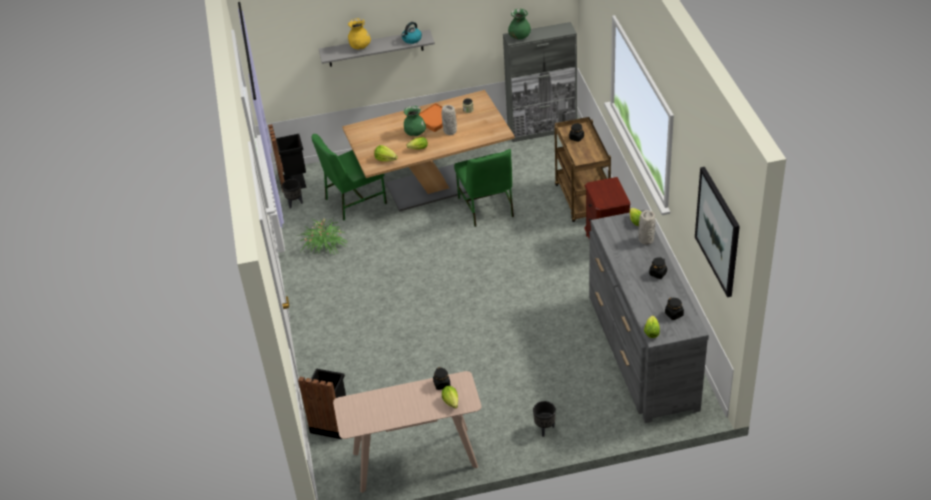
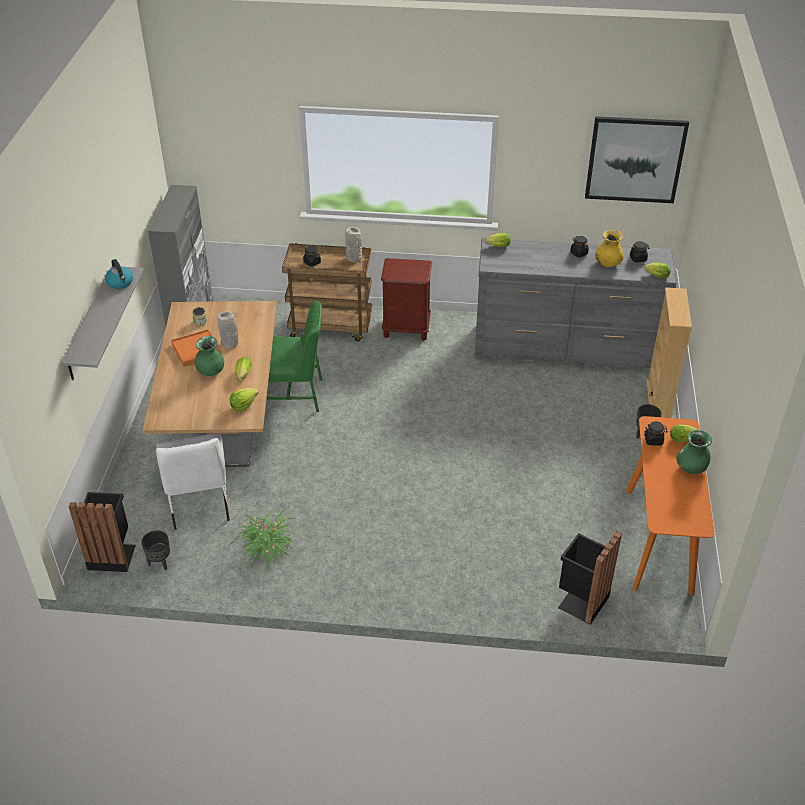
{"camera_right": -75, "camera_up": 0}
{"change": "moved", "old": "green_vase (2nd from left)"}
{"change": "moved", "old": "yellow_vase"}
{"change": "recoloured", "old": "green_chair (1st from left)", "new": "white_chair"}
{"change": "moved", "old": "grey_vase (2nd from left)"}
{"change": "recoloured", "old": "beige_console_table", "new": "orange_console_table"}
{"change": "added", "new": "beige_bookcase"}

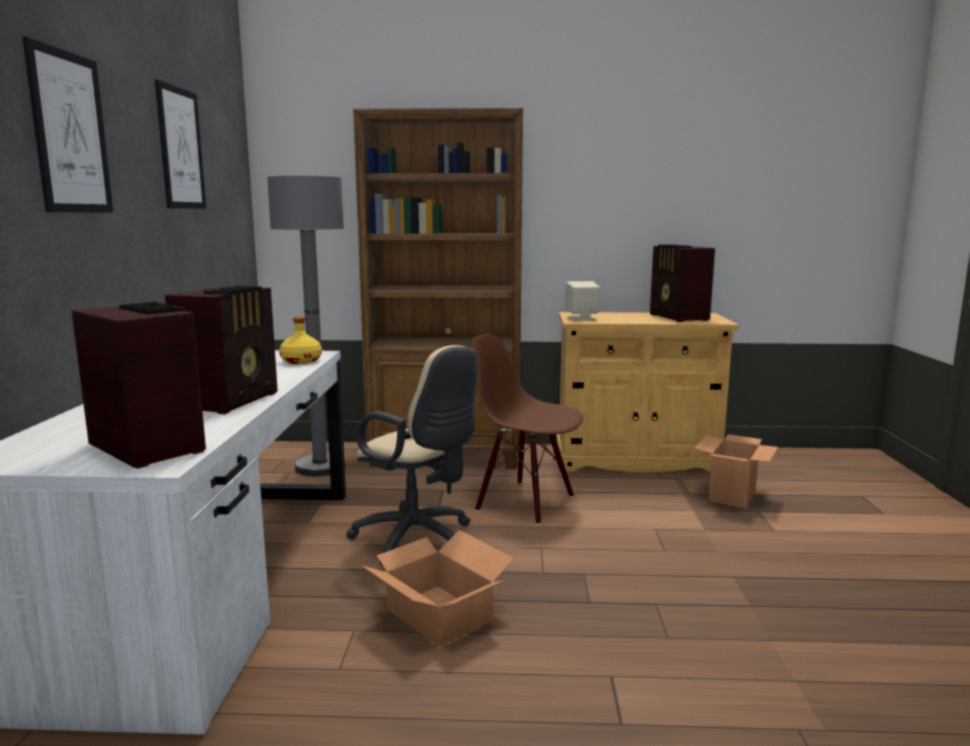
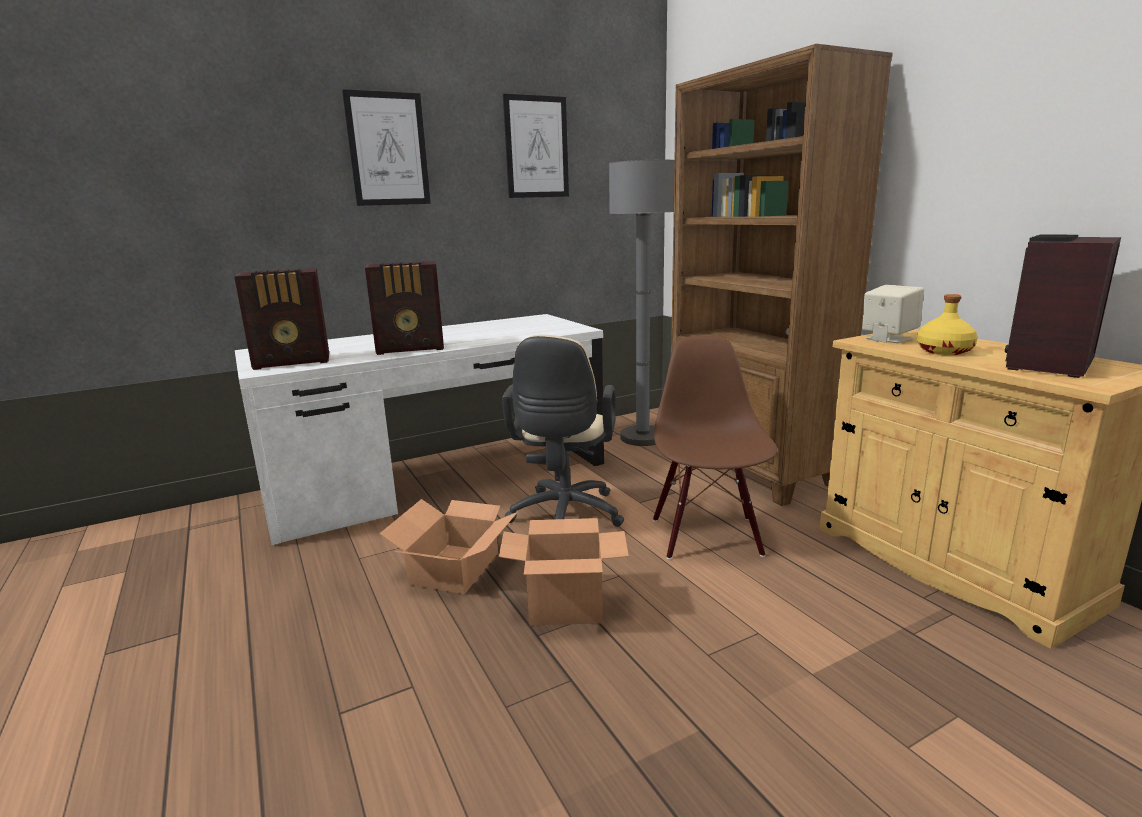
{"camera_right": 60, "camera_up": 5}
{"change": "turned", "old": "radio (1st from left)", "degrees": 60}
{"change": "moved", "old": "yellow_bottle"}
{"change": "moved", "old": "cardboard_box (2nd from left)"}

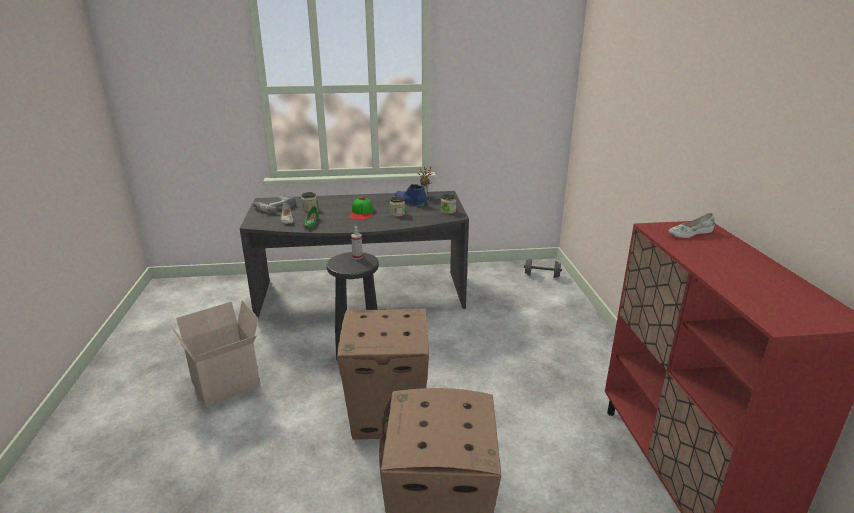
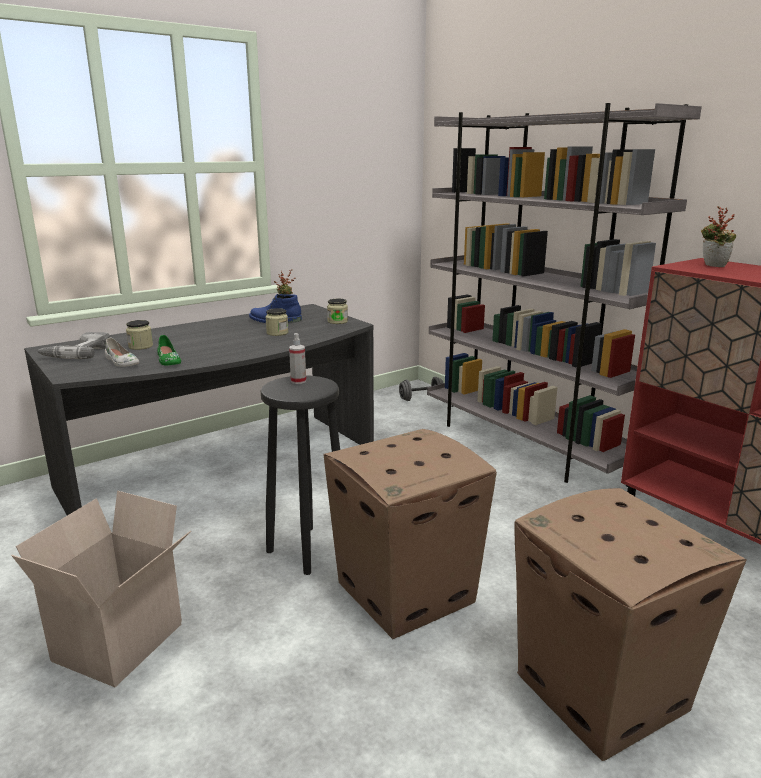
{"camera_right": -30, "camera_up": -5}
{"change": "removed", "old": "cap"}
{"change": "replaced", "old": "white_shoe (2nd from left)", "new": "potted_plant (2nd from left)"}
{"change": "added", "new": "grey_bookcase"}

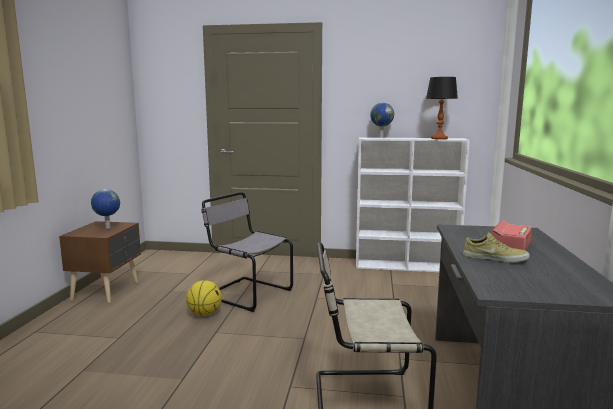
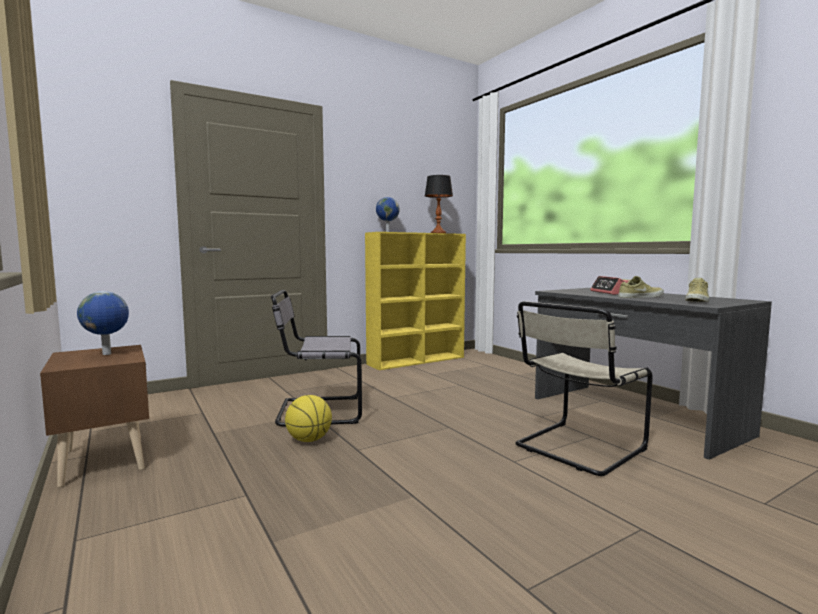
{"camera_right": -40, "camera_up": -5}
{"change": "recoloured", "old": "white_bookcase", "new": "yellow_bookcase"}
{"change": "added", "new": "beige_shoe (2nd from left)"}

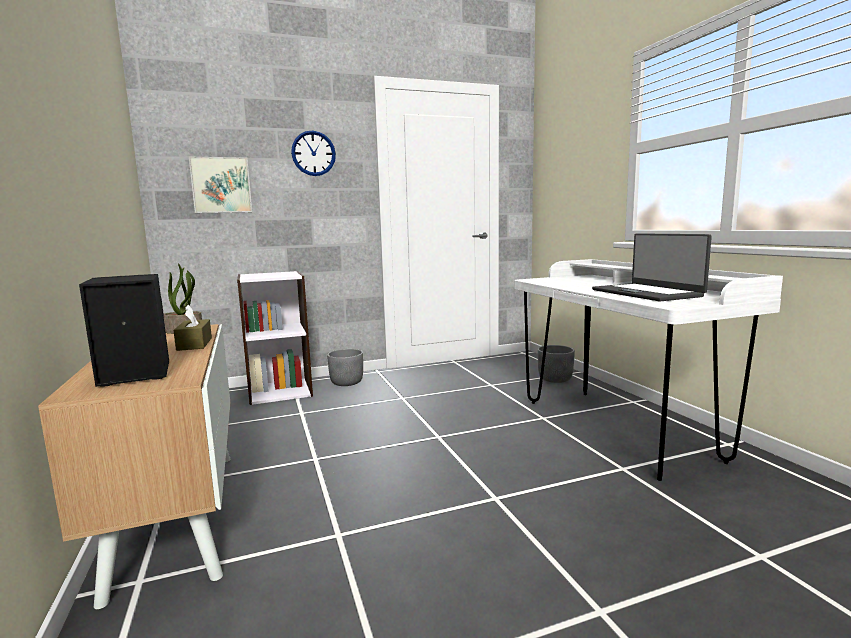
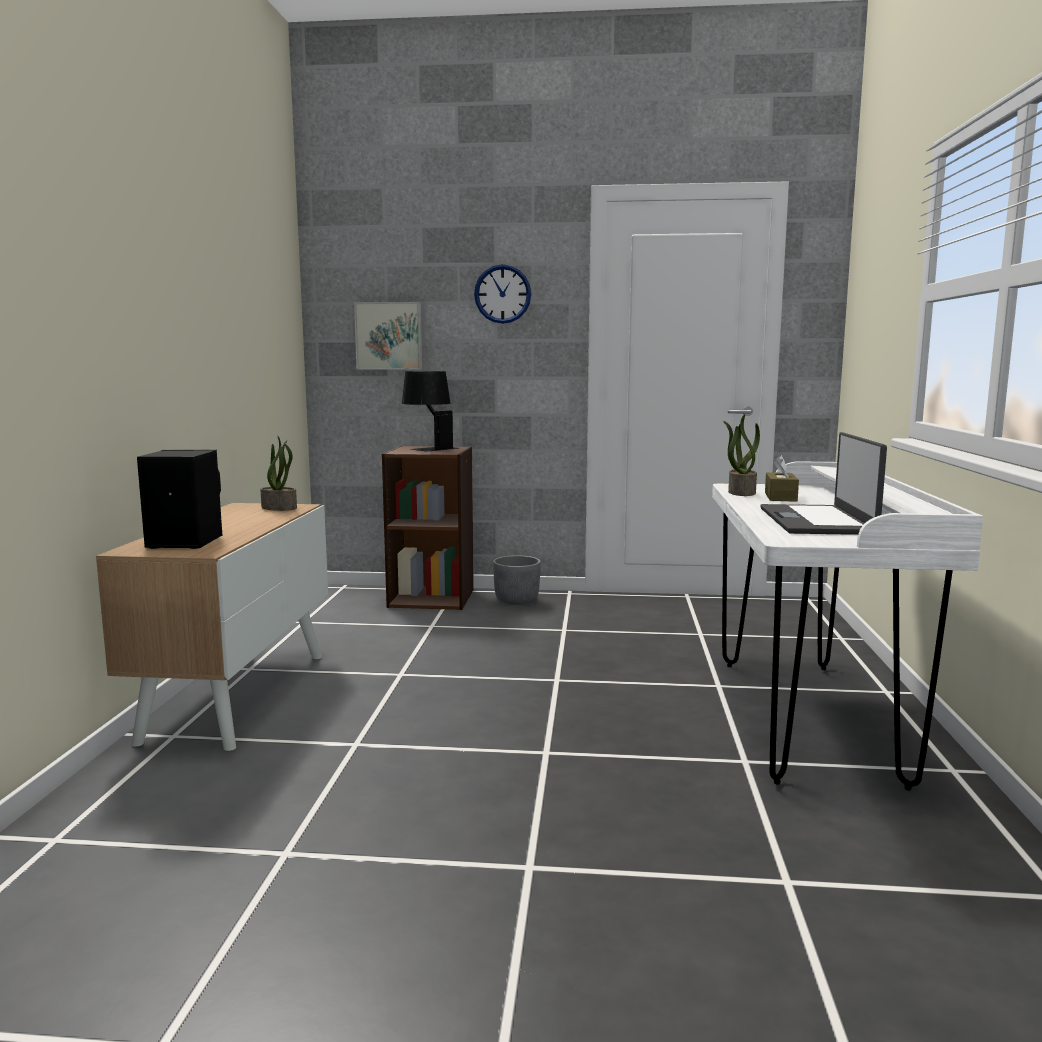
{"camera_right": 25, "camera_up": 0}
{"change": "recoloured", "old": "white_bookcase", "new": "brown_bookcase"}
{"change": "moved", "old": "brown_tissue_box"}
{"change": "removed", "old": "grey_planter (2nd from left)"}
{"change": "added", "new": "black_table_lamp"}
{"change": "added", "new": "potted_plant (2nd from left)"}

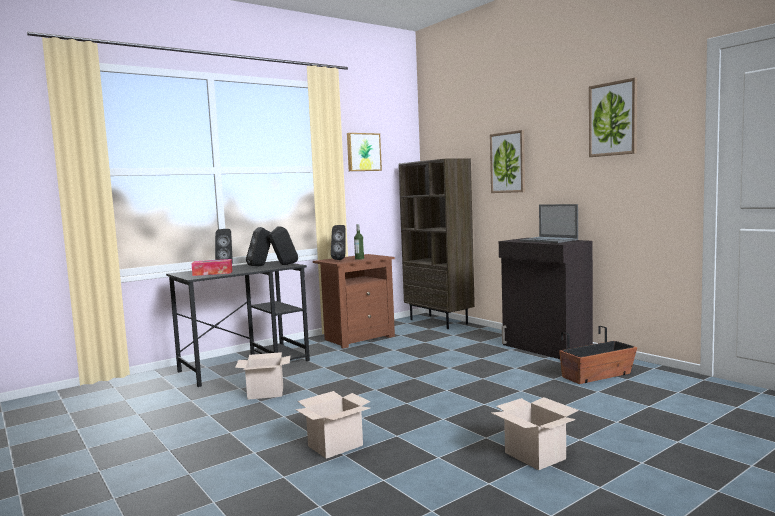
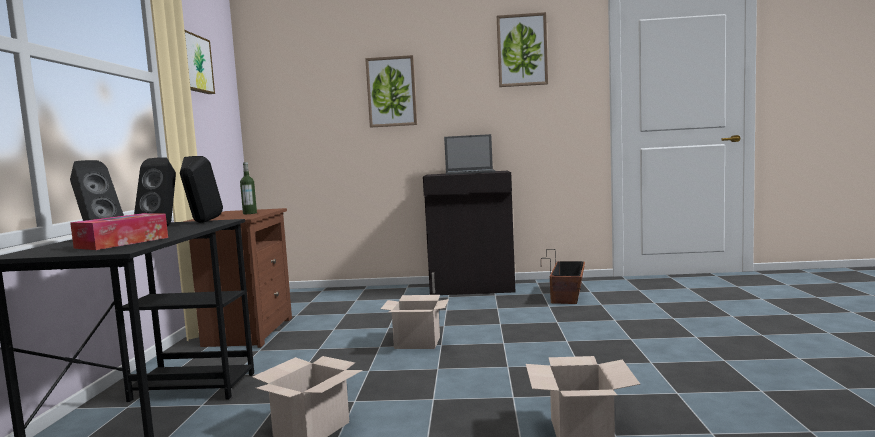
{"camera_right": -50, "camera_up": 0}
{"change": "removed", "old": "brown_bookcase"}
{"change": "removed", "old": "black_speaker (4th from left)"}
{"change": "moved", "old": "cardboard_box (3rd from left in the first image)", "new": "cardboard_box (2nd from left)"}

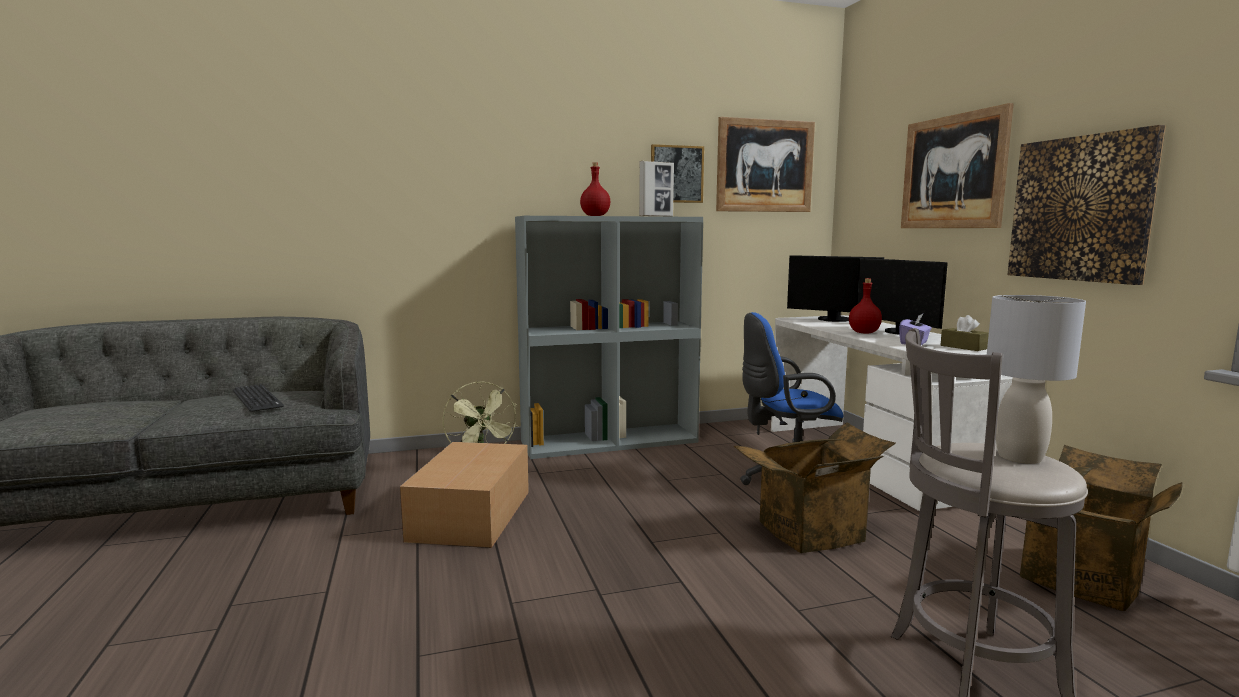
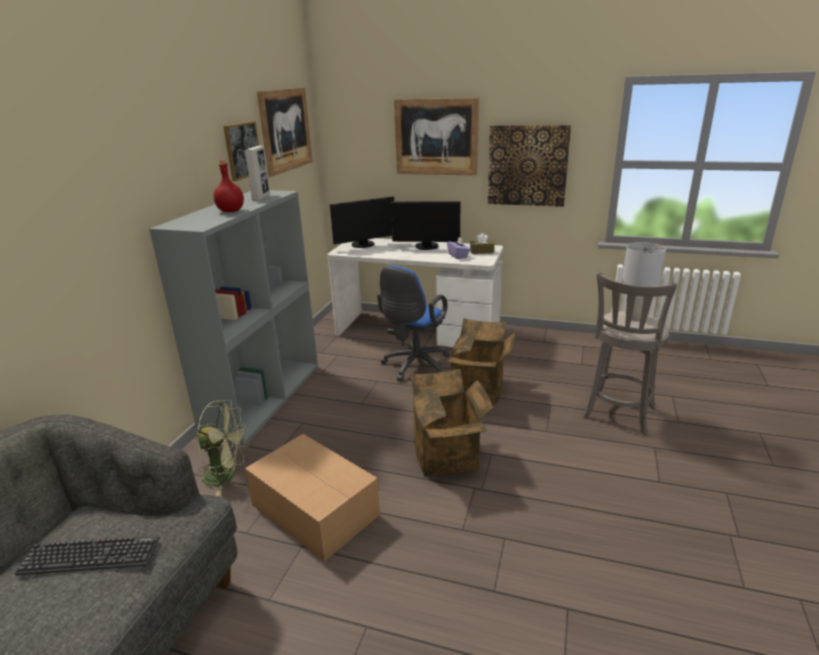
{"camera_right": -55, "camera_up": 15}
{"change": "removed", "old": "red_bottle (2nd from left)"}
{"change": "moved", "old": "cardboard_box (3rd from left in the first image)", "new": "cardboard_box (2nd from left)"}

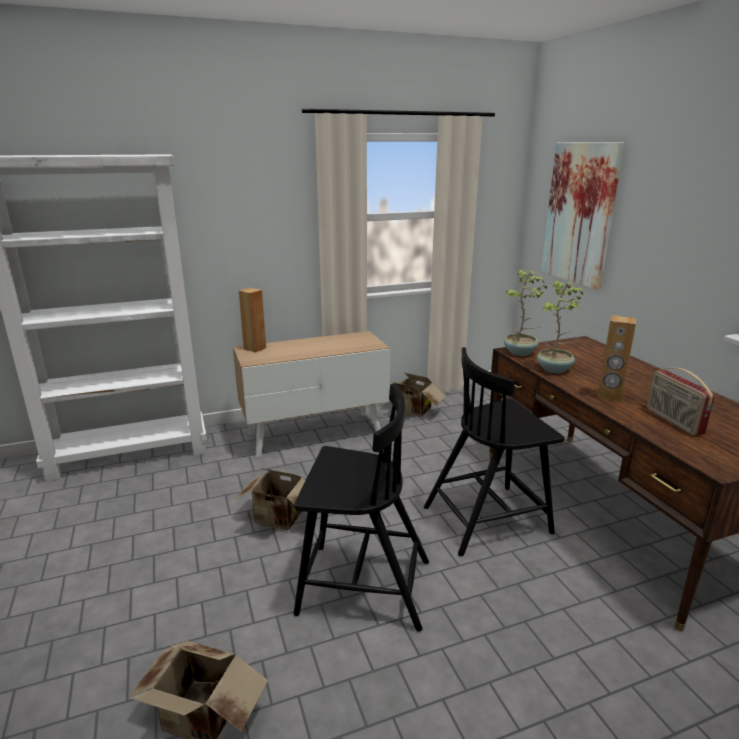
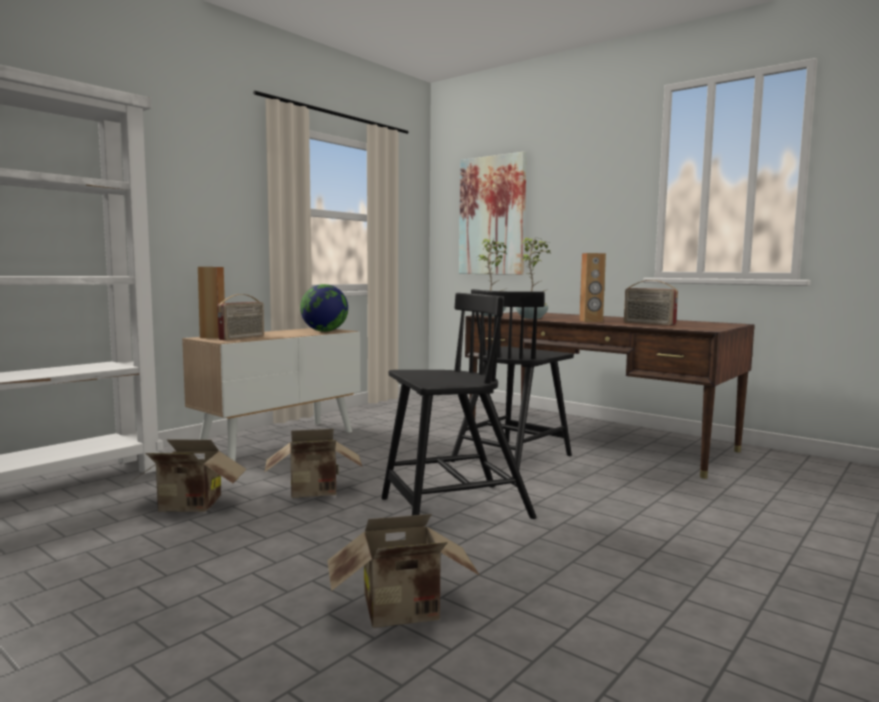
{"camera_right": -30, "camera_up": -15}
{"change": "moved", "old": "cardboard_box (3rd from left in the first image)", "new": "cardboard_box (1st from left)"}
{"change": "added", "new": "globe"}
{"change": "added", "new": "radio (1st from left)"}

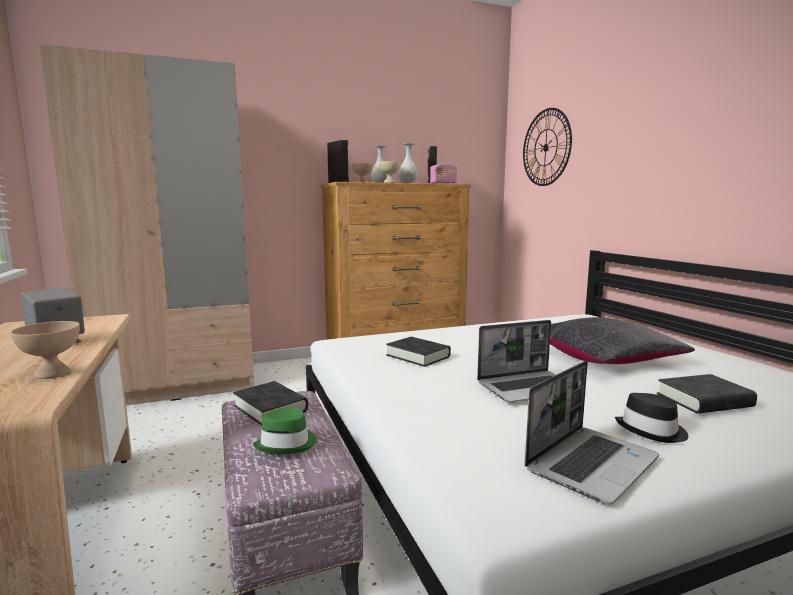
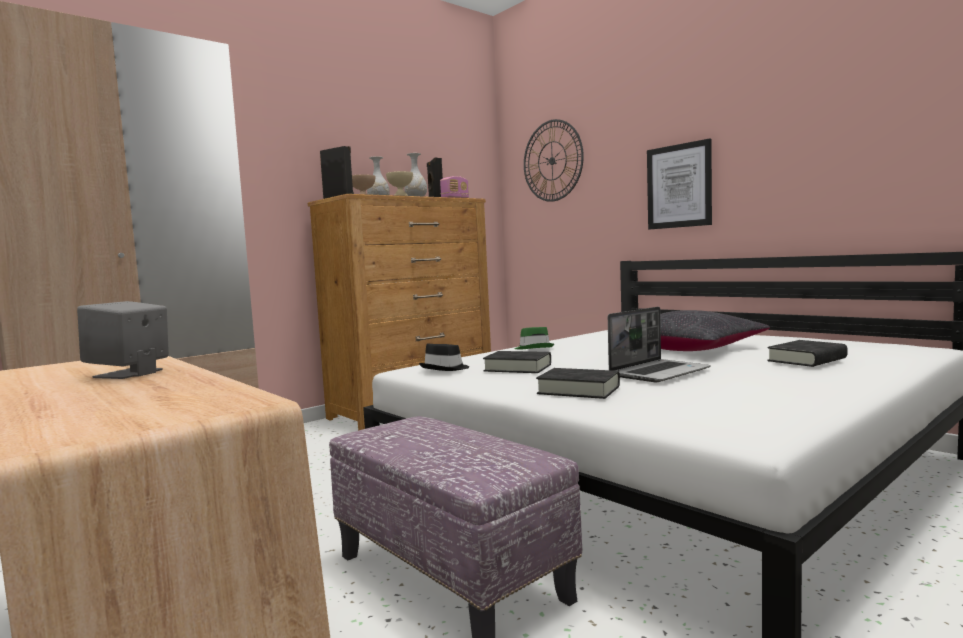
{"camera_right": -20, "camera_up": -5}
{"change": "removed", "old": "beige_bowl (1st from left)"}
{"change": "removed", "old": "laptop (2nd from left)"}
{"change": "moved", "old": "black_book (1st from left in the first image)", "new": "black_book (2nd from left)"}
{"change": "moved", "old": "black_hat"}
{"change": "moved", "old": "green_hat"}
{"change": "added", "new": "picture"}

